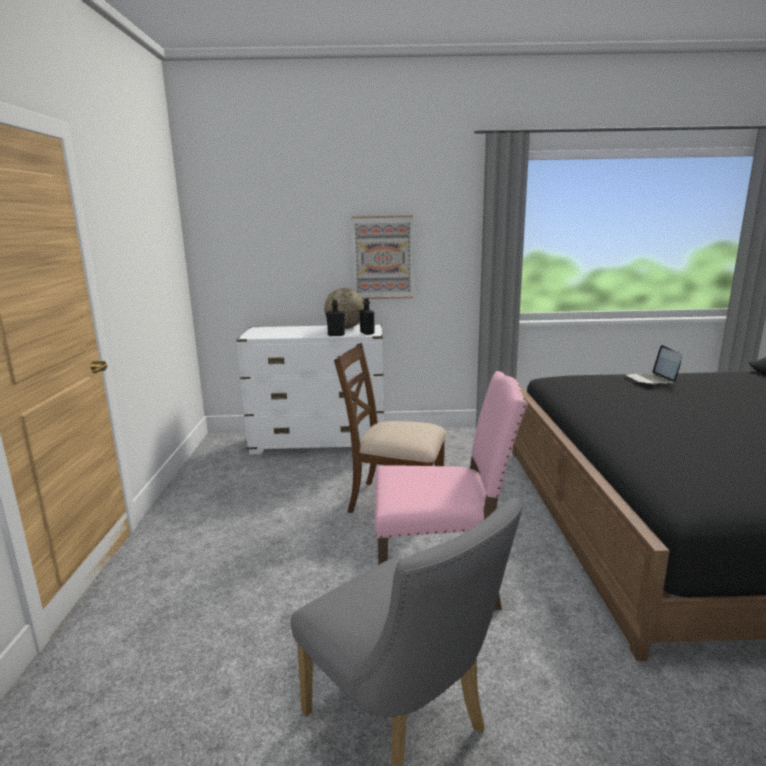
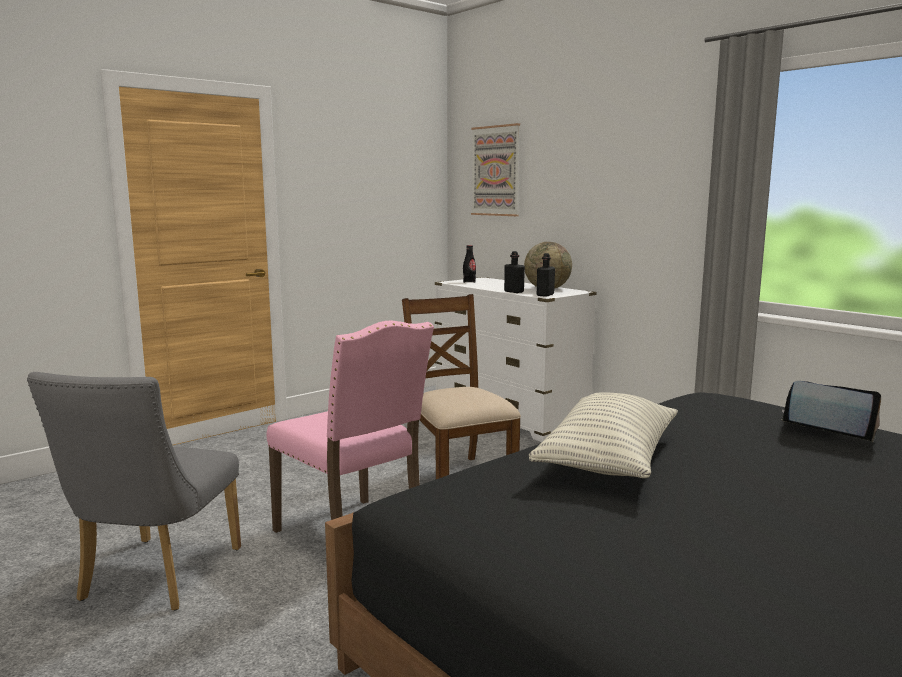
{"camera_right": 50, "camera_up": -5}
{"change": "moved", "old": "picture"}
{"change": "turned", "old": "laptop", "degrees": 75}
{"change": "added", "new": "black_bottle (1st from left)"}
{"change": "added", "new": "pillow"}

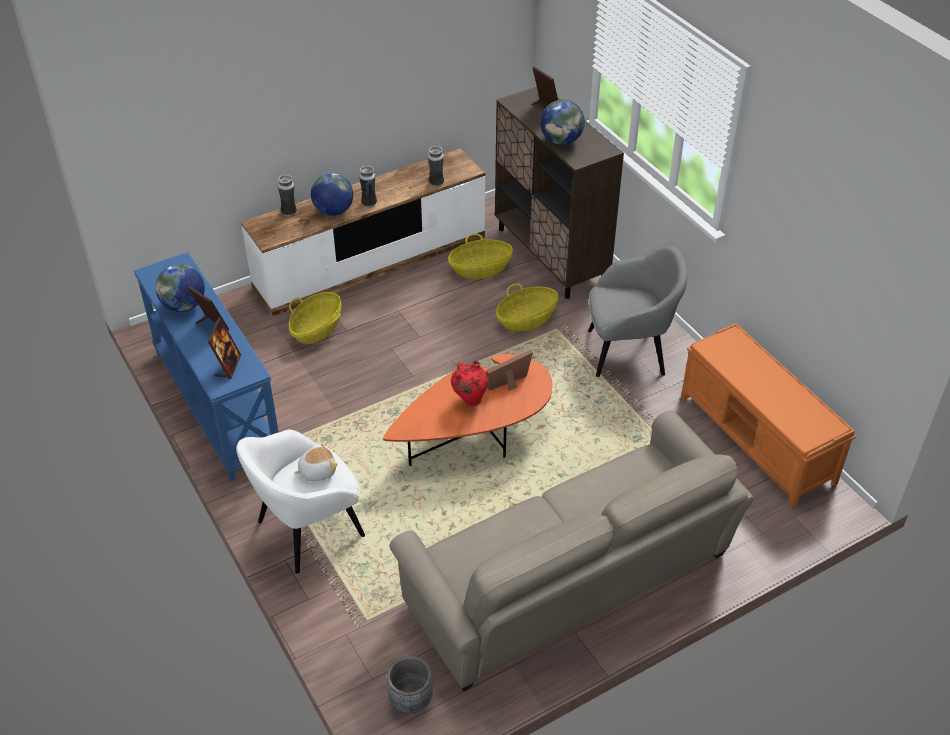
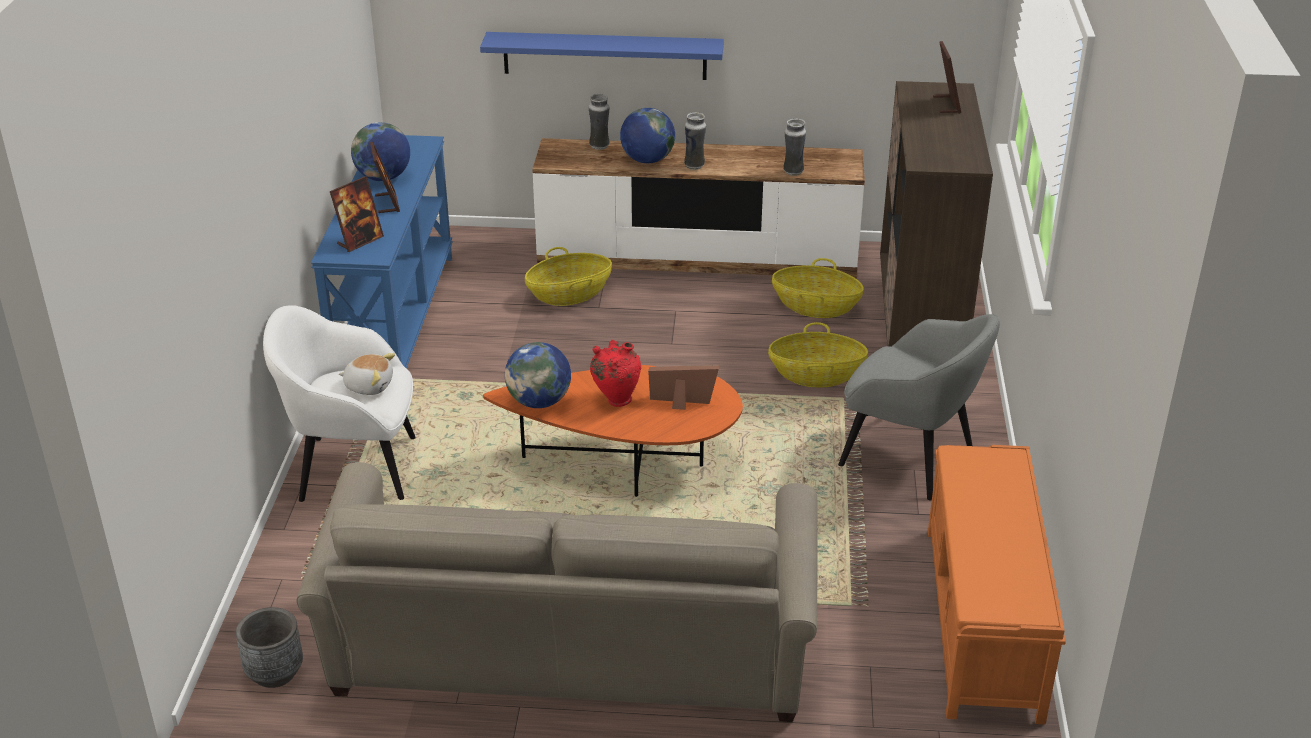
{"camera_right": 35, "camera_up": -10}
{"change": "moved", "old": "globe (3rd from left in the first image)", "new": "globe (2nd from left)"}
{"change": "added", "new": "blue_shelf"}

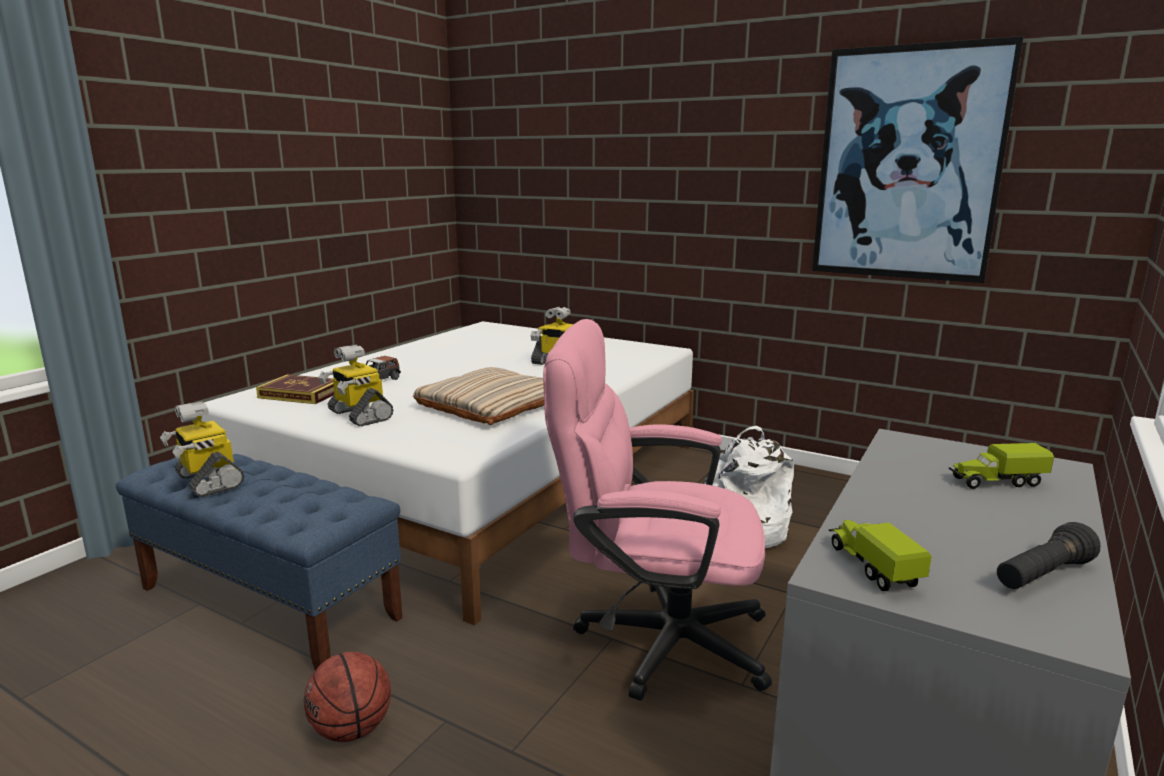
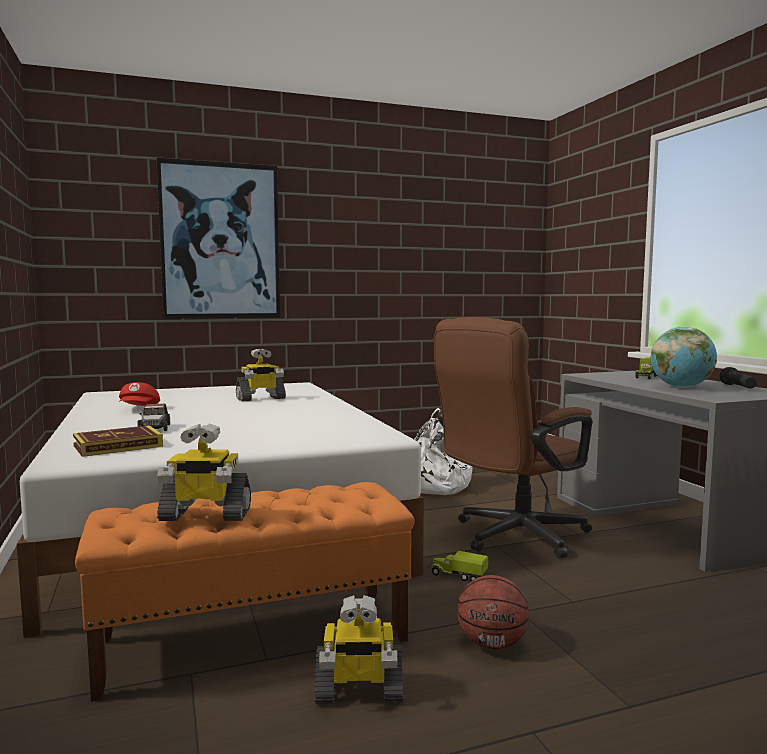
{"camera_right": -50, "camera_up": -10}
{"change": "moved", "old": "picture"}
{"change": "recoloured", "old": "pink_office_chair", "new": "brown_office_chair"}
{"change": "moved", "old": "toy_robot (2nd from left in the first image)", "new": "toy_robot (3rd from left)"}
{"change": "removed", "old": "beige_pillow"}
{"change": "recoloured", "old": "blue_bench", "new": "orange_bench"}
{"change": "moved", "old": "toy_truck (1st from left)"}
{"change": "added", "new": "globe"}
{"change": "added", "new": "red_cap"}

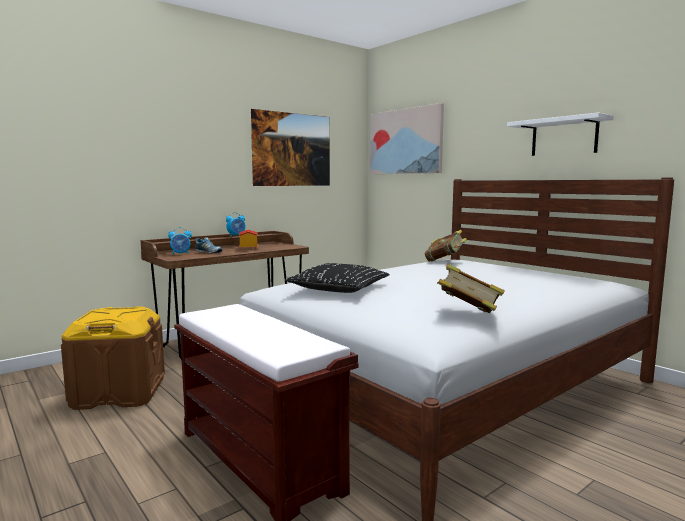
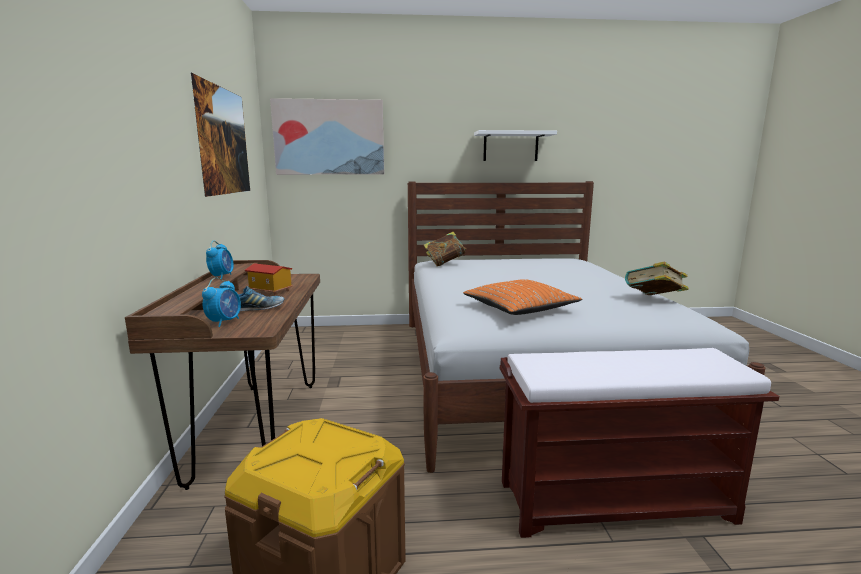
{"camera_right": -55, "camera_up": 5}
{"change": "recoloured", "old": "black_pillow", "new": "orange_pillow"}

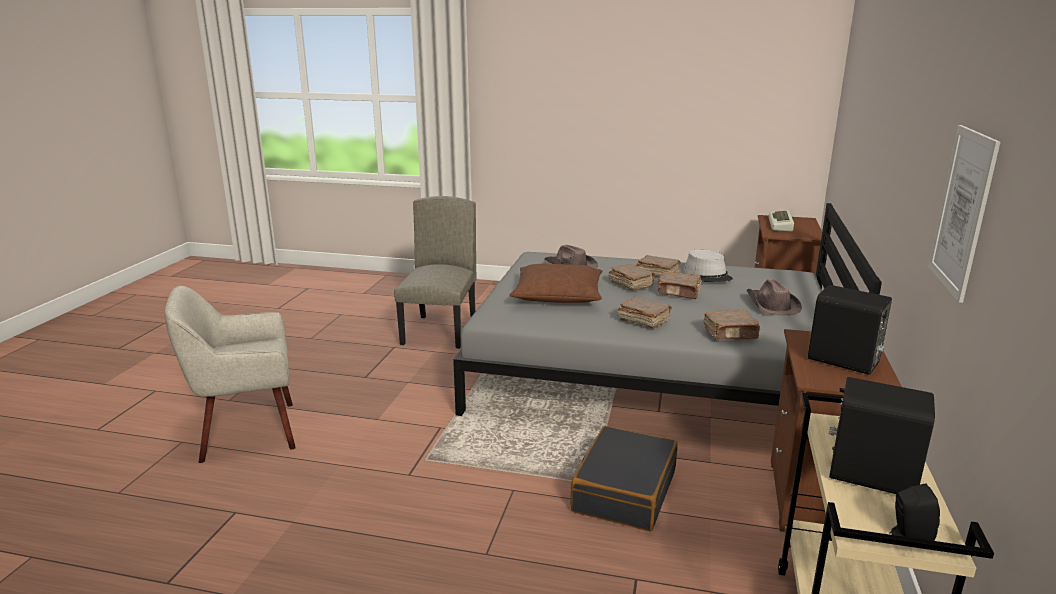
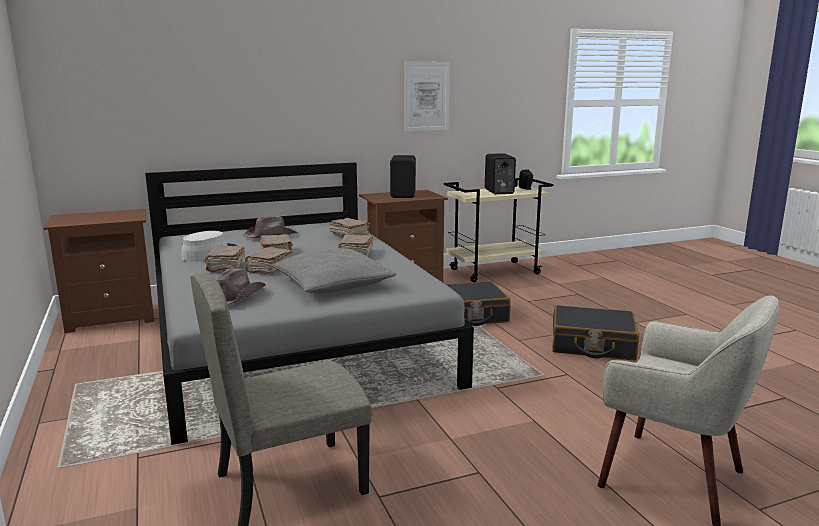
{"camera_right": -125, "camera_up": -5}
{"change": "removed", "old": "keyboard"}
{"change": "recoloured", "old": "brown_pillow", "new": "grey_pillow"}
{"change": "added", "new": "black_suitcase (2nd from left)"}

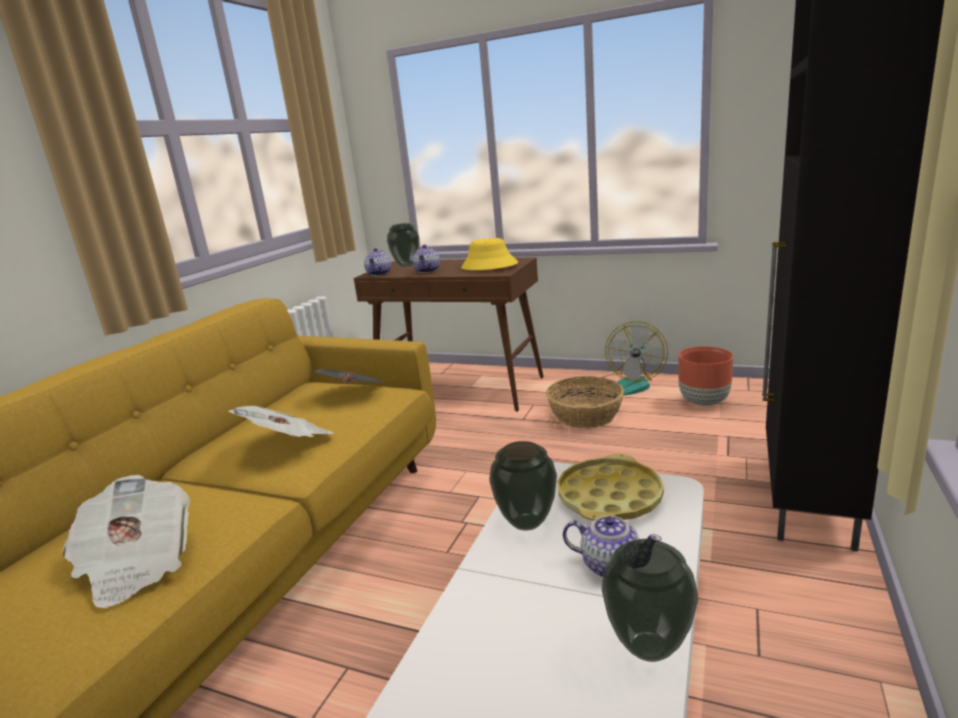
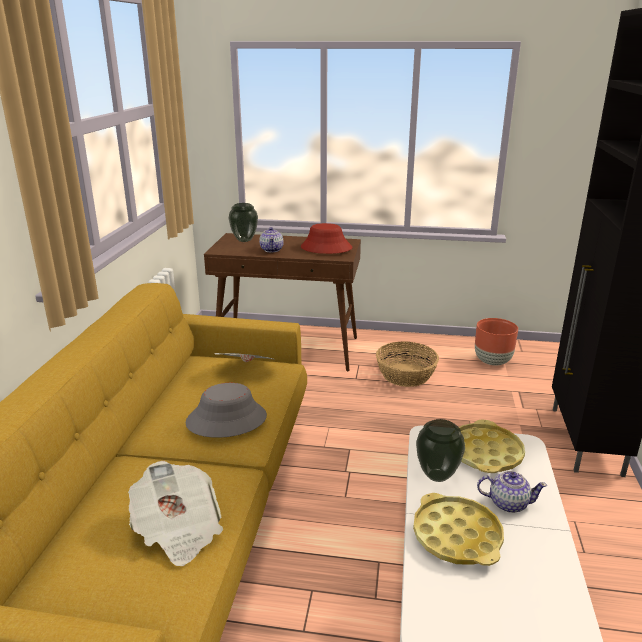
{"camera_right": -15, "camera_up": 5}
{"change": "recoloured", "old": "yellow_hat", "new": "red_hat"}
{"change": "removed", "old": "teapot (1st from left)"}
{"change": "removed", "old": "fan"}
{"change": "replaced", "old": "newspaper (2nd from left)", "new": "grey_hat"}
{"change": "removed", "old": "vase (3rd from left)"}
{"change": "added", "new": "yellow_tray (1st from left)"}

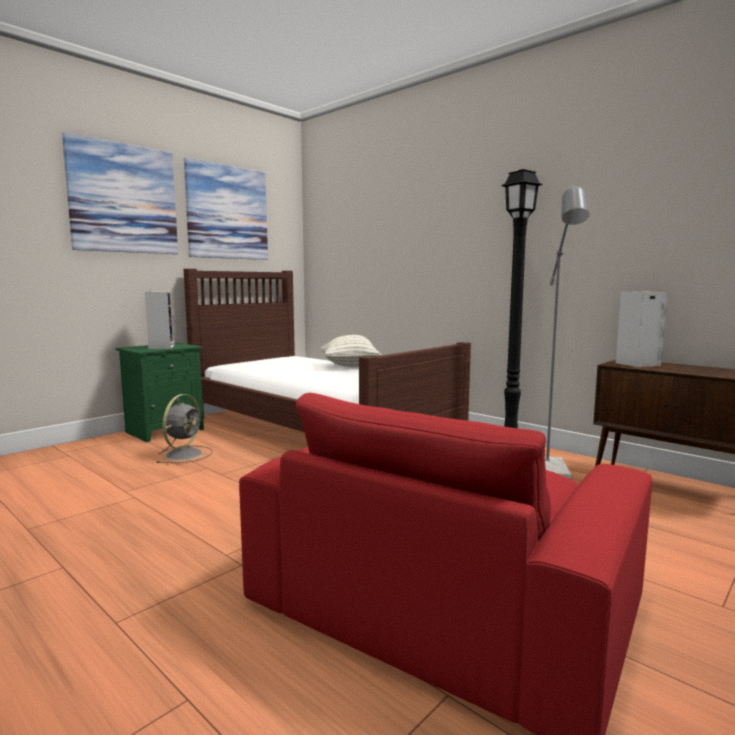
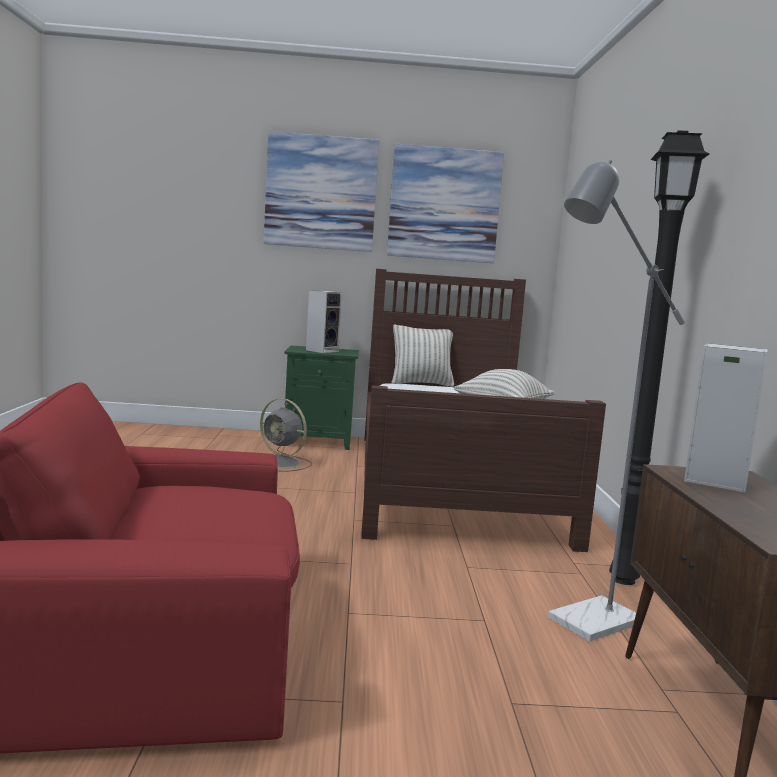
{"camera_right": 45, "camera_up": 0}
{"change": "turned", "old": "grey_fan", "degrees": 60}
{"change": "added", "new": "pillow (1st from left)"}

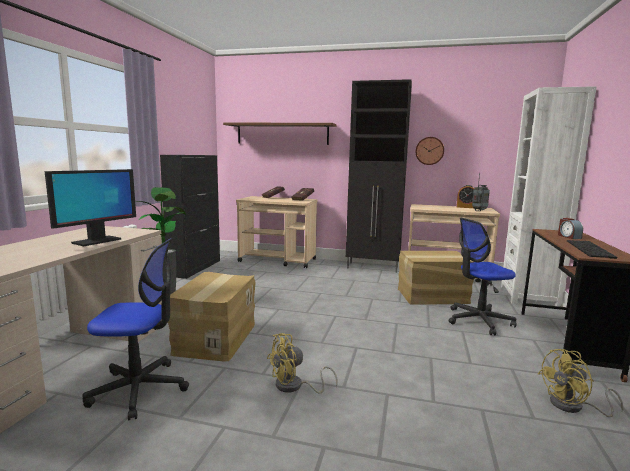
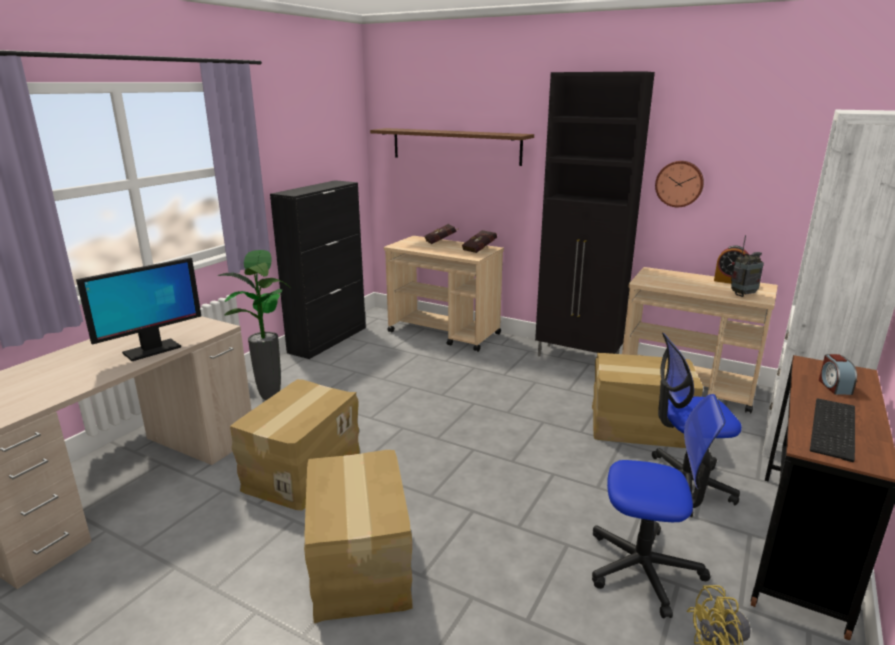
{"camera_right": 15, "camera_up": 10}
{"change": "moved", "old": "office_chair (1st from left)"}
{"change": "replaced", "old": "yellow_fan (1st from left)", "new": "cardboard_box (2nd from left)"}

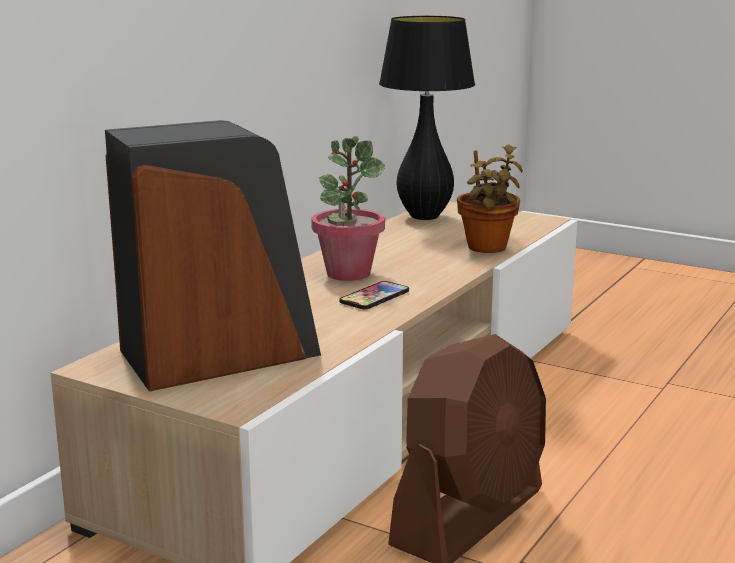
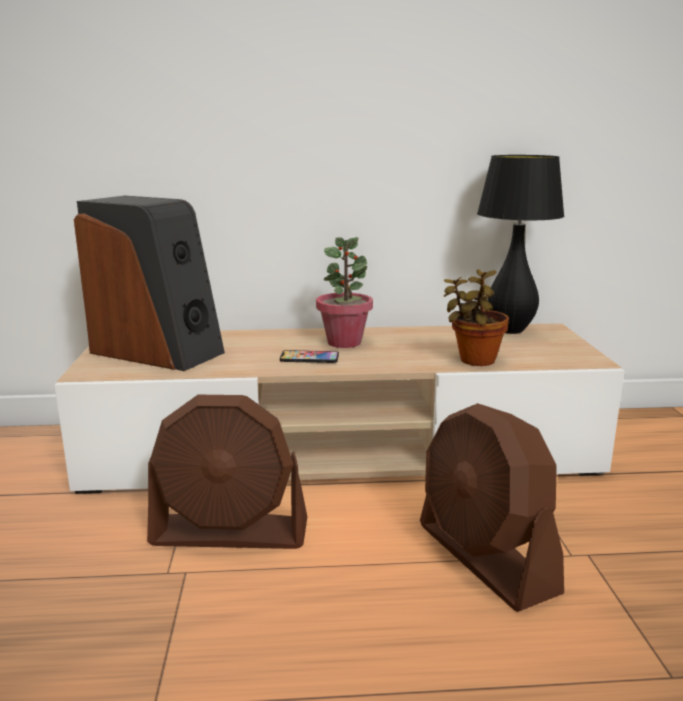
{"camera_right": 55, "camera_up": 0}
{"change": "added", "new": "brown_fan (2nd from left)"}

